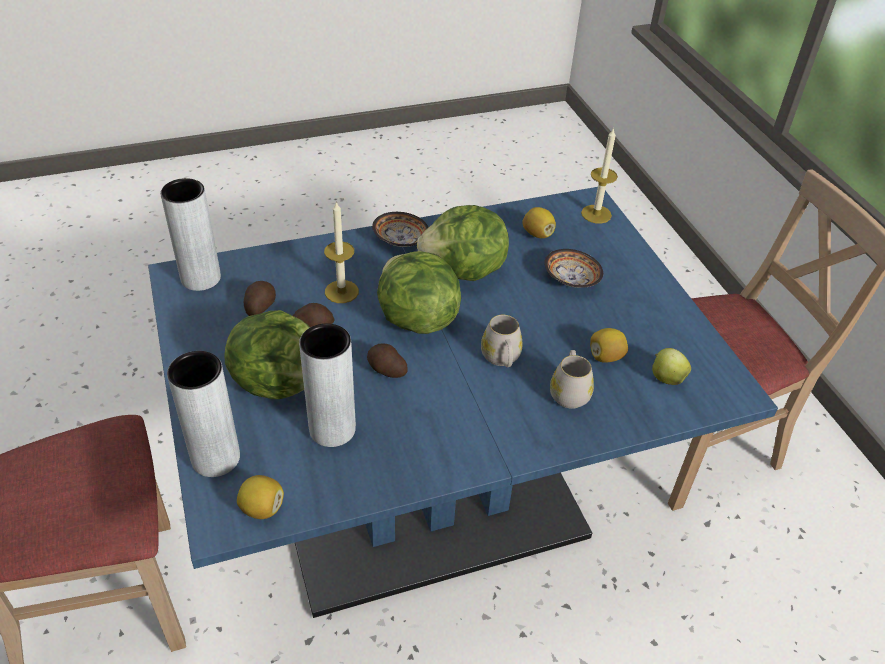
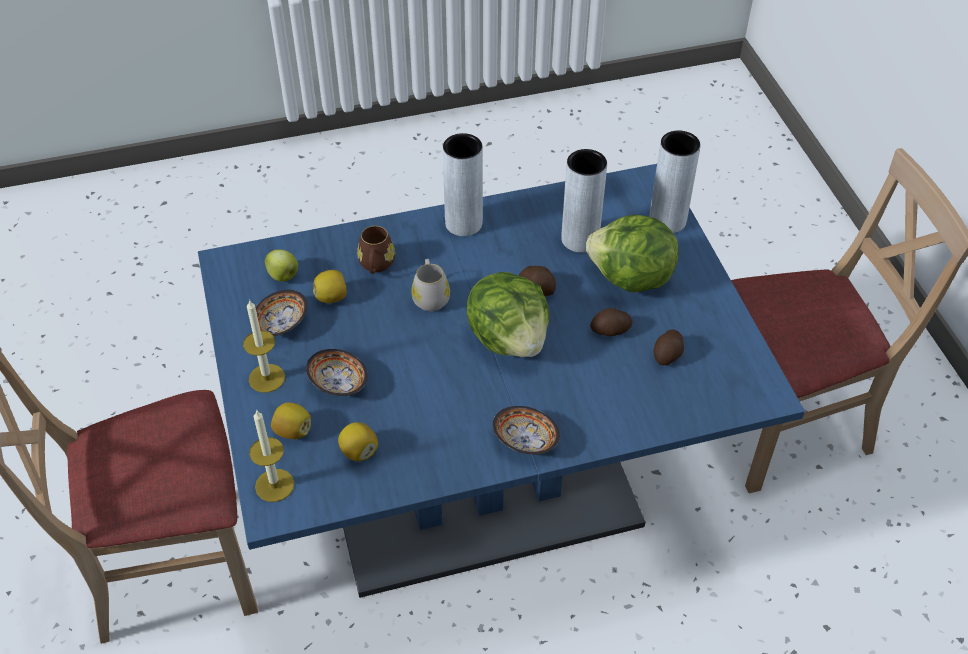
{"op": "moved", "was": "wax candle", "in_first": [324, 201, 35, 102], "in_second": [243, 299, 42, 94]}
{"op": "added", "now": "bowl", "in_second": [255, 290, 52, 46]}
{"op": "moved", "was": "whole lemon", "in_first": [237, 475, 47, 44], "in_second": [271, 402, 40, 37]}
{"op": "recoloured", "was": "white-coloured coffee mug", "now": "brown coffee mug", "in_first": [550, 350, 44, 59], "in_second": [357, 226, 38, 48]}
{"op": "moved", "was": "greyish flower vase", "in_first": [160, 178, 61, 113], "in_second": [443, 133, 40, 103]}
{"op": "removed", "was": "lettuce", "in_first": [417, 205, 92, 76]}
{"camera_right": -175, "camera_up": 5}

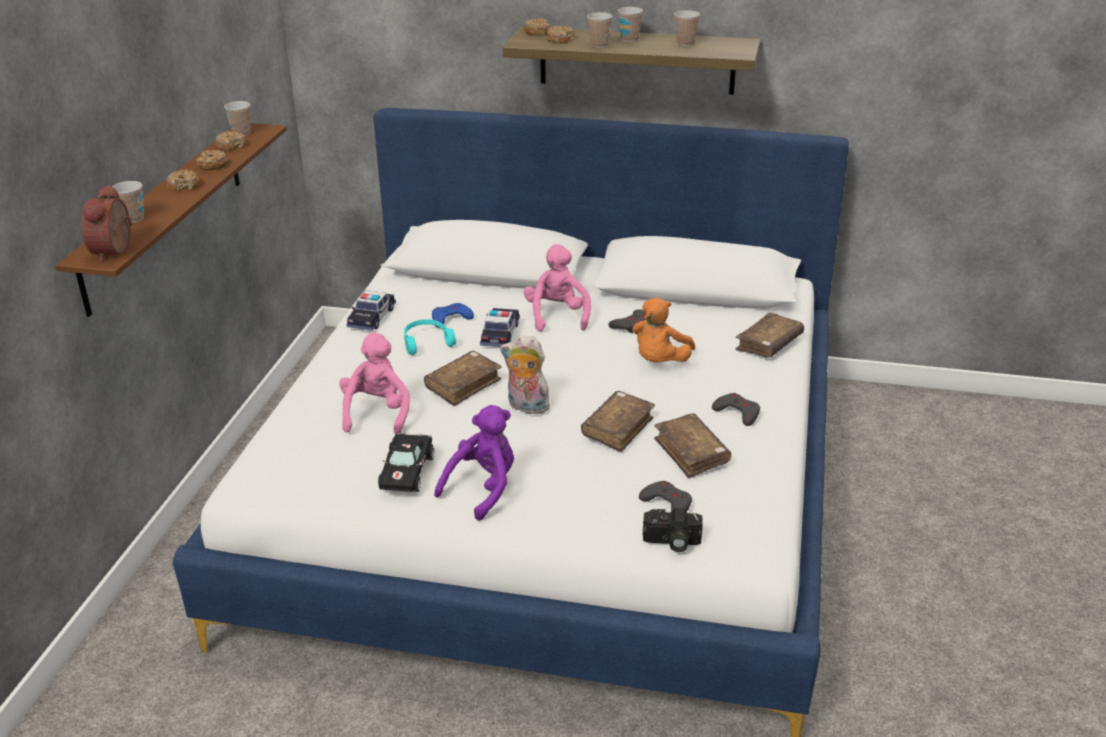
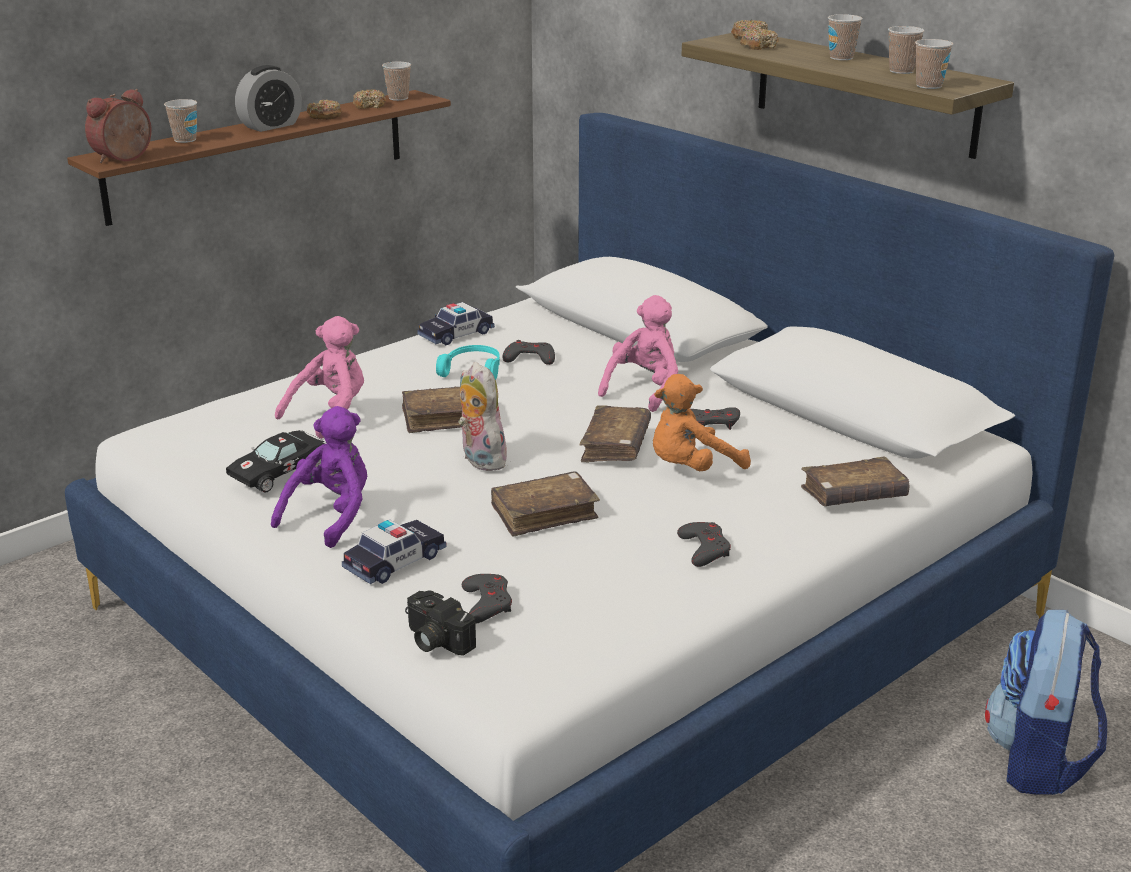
{"op": "replaced", "was": "ring doughnut", "now": "alarm clock", "in_first": [167, 170, 32, 22], "in_second": [235, 65, 67, 67]}
{"op": "turned", "was": "purplish cuddly toy", "in_first": [434, 405, 80, 116], "in_second": [271, 406, 96, 142], "clockwise": -45}
{"op": "moved", "was": "toy car", "in_first": [480, 308, 40, 39], "in_second": [342, 520, 105, 64]}
{"op": "recoloured", "was": "bluish gamepad", "now": "greyish gamepad", "in_first": [432, 303, 42, 25], "in_second": [503, 340, 52, 25]}
{"op": "moved", "was": "brown bound book", "in_first": [654, 413, 77, 65], "in_second": [580, 405, 71, 57]}
{"op": "moved", "was": "cup", "in_first": [587, 12, 26, 36], "in_second": [915, 39, 38, 50]}
{"op": "added", "now": "rucksack", "in_second": [985, 610, 122, 185]}
{"camera_right": 35, "camera_up": -5}

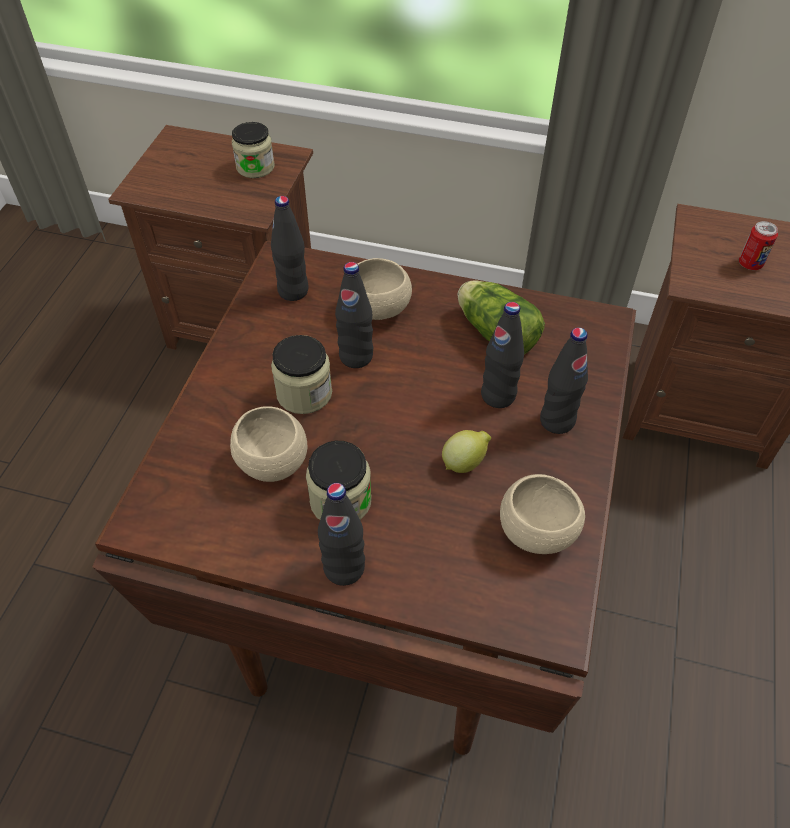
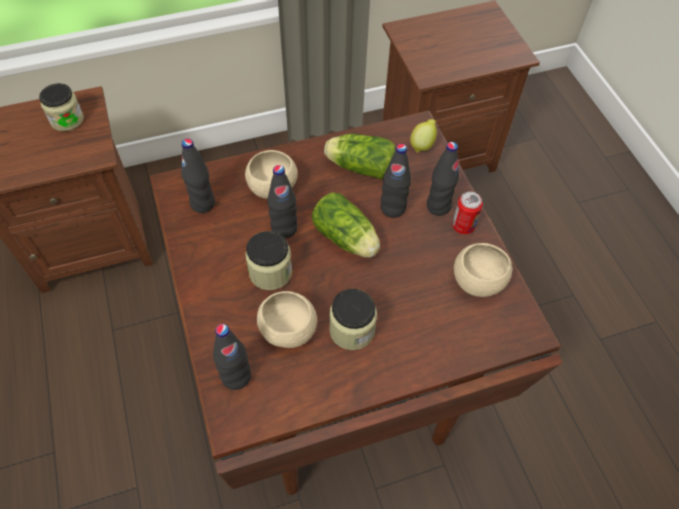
{"op": "moved", "was": "black bottle", "in_first": [318, 483, 47, 103], "in_second": [213, 324, 38, 66]}
{"op": "added", "now": "lettuce", "in_second": [312, 192, 68, 66]}
{"op": "moved", "was": "whole lemon", "in_first": [442, 430, 49, 43], "in_second": [410, 119, 27, 34]}
{"op": "moved", "was": "sealed can", "in_first": [739, 221, 39, 49], "in_second": [452, 192, 31, 42]}
{"camera_right": -35, "camera_up": 5}

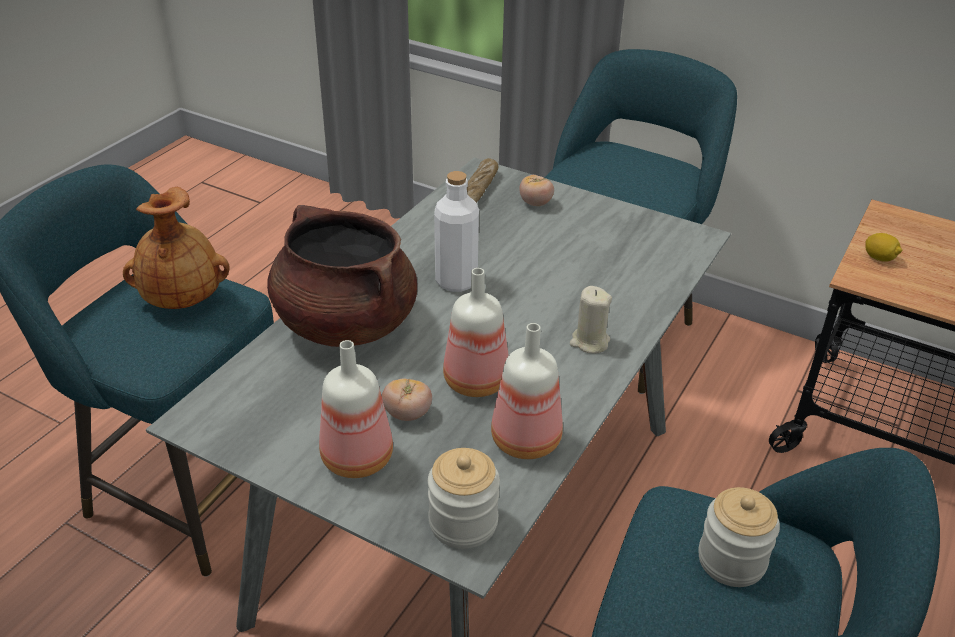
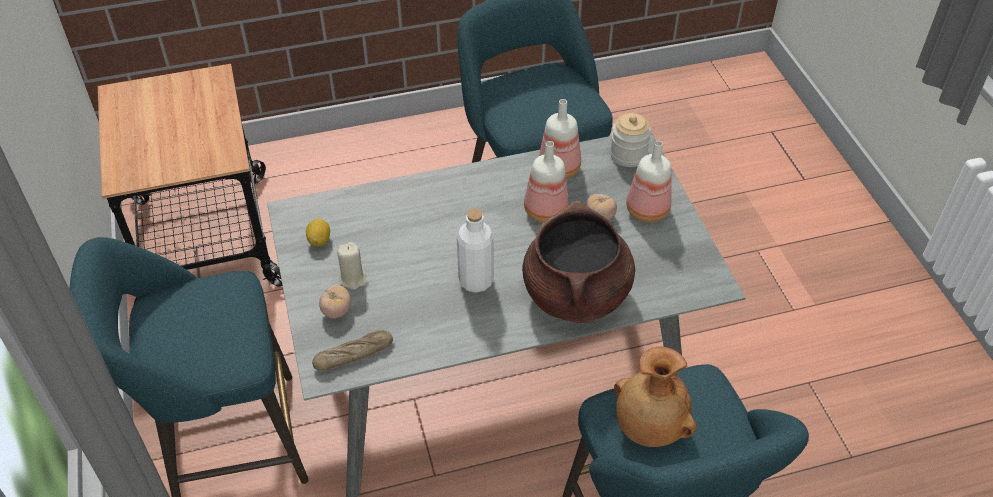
{"op": "moved", "was": "whole lemon", "in_first": [865, 233, 37, 29], "in_second": [306, 218, 24, 28]}
{"op": "moved", "was": "sand-coloured wax candle", "in_first": [570, 286, 42, 68], "in_second": [337, 242, 30, 48]}
{"op": "removed", "was": "jar", "in_first": [698, 487, 82, 100]}
{"camera_right": -135, "camera_up": 10}

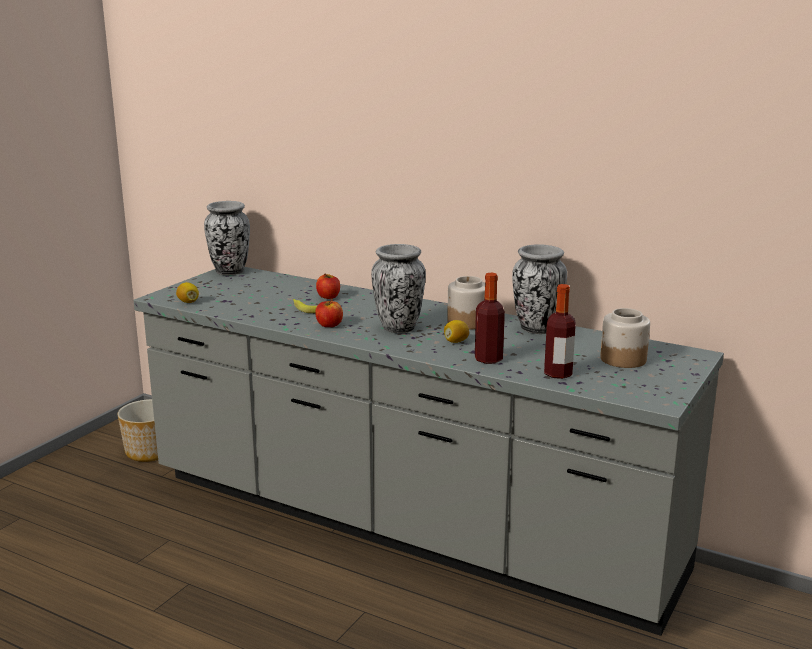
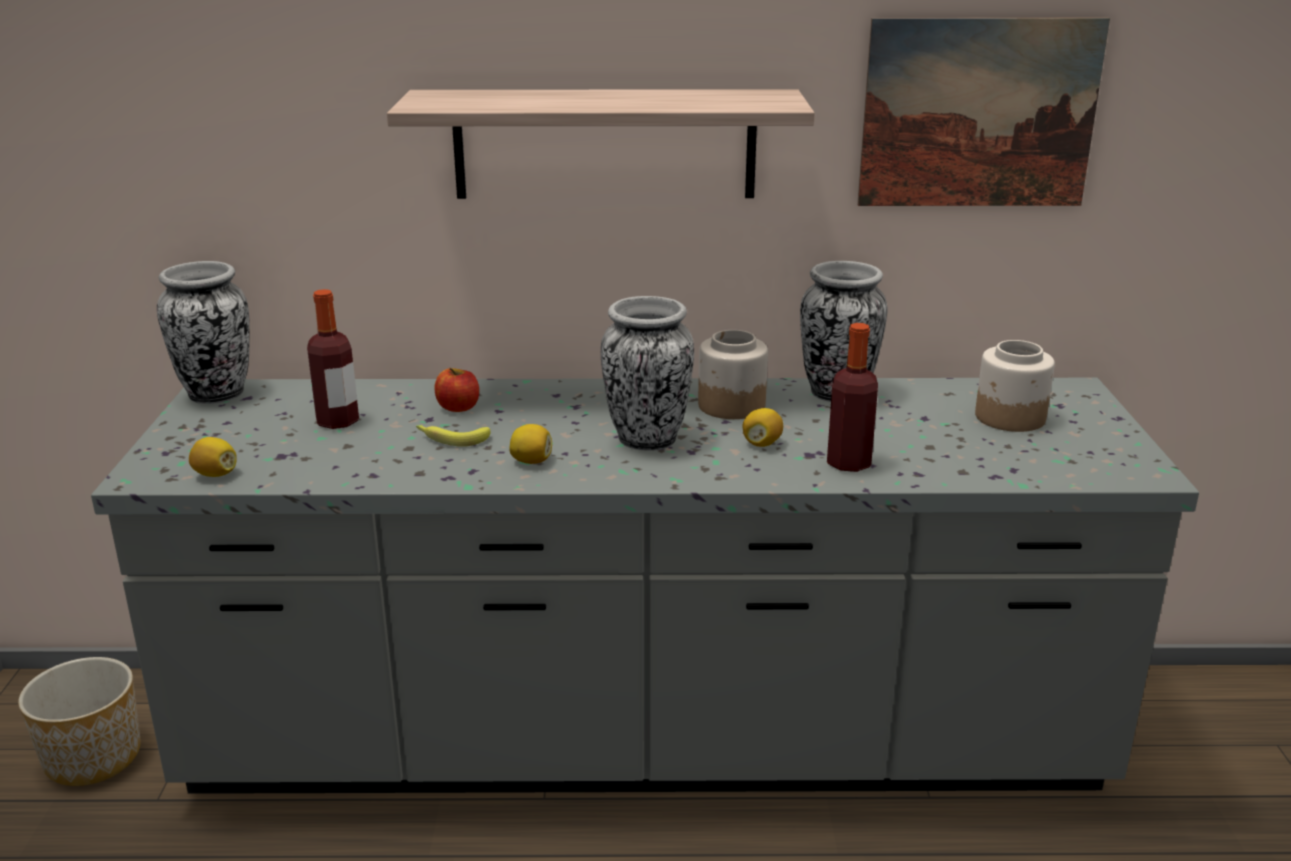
{"op": "moved", "was": "bottle", "in_first": [544, 284, 32, 95], "in_second": [307, 289, 52, 140]}
{"op": "added", "now": "shelf", "in_second": [387, 89, 428, 110]}
{"op": "replaced", "was": "apple fruit", "now": "whole lemon", "in_first": [315, 299, 28, 28], "in_second": [510, 424, 42, 40]}
{"op": "added", "now": "wall art", "in_second": [857, 18, 253, 188]}
{"camera_right": -30, "camera_up": 5}

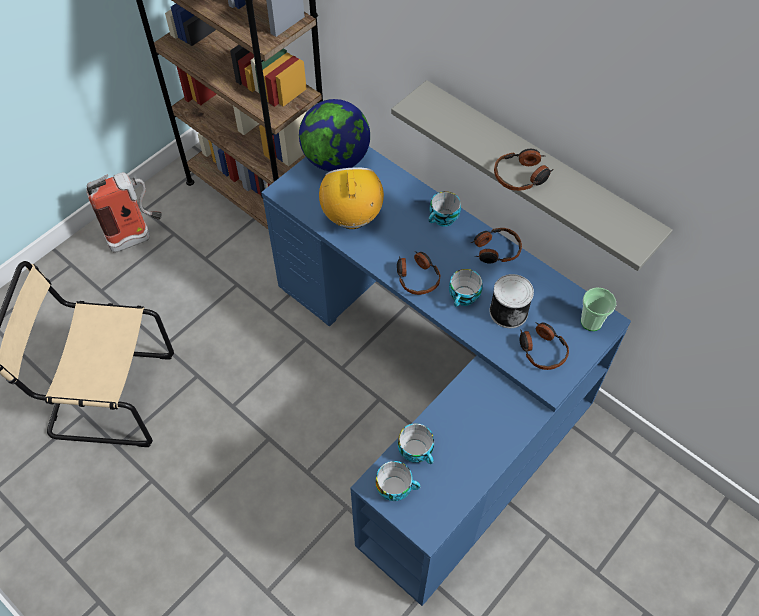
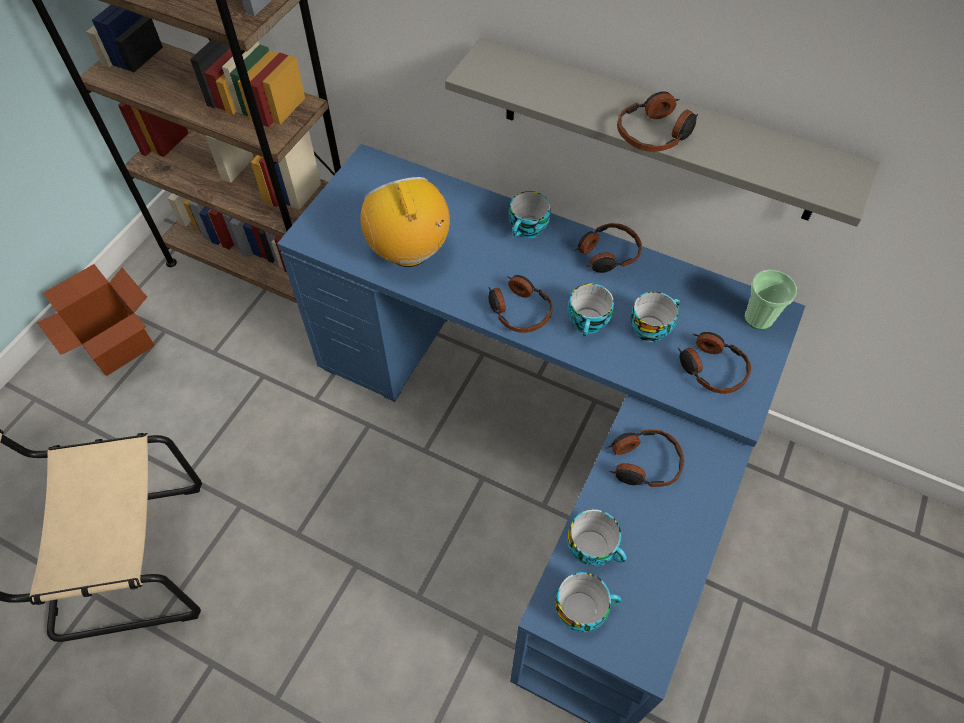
{"op": "replaced", "was": "fire extinguisher", "now": "cardboard box", "in_first": [86, 172, 76, 81], "in_second": [37, 264, 117, 112]}
{"op": "added", "now": "headphones", "in_second": [606, 430, 78, 57]}
{"op": "replaced", "was": "sealed can", "now": "cup", "in_first": [489, 274, 45, 54], "in_second": [630, 291, 50, 51]}
{"op": "removed", "was": "globe", "in_first": [299, 99, 71, 72]}
{"camera_right": -15, "camera_up": 0}

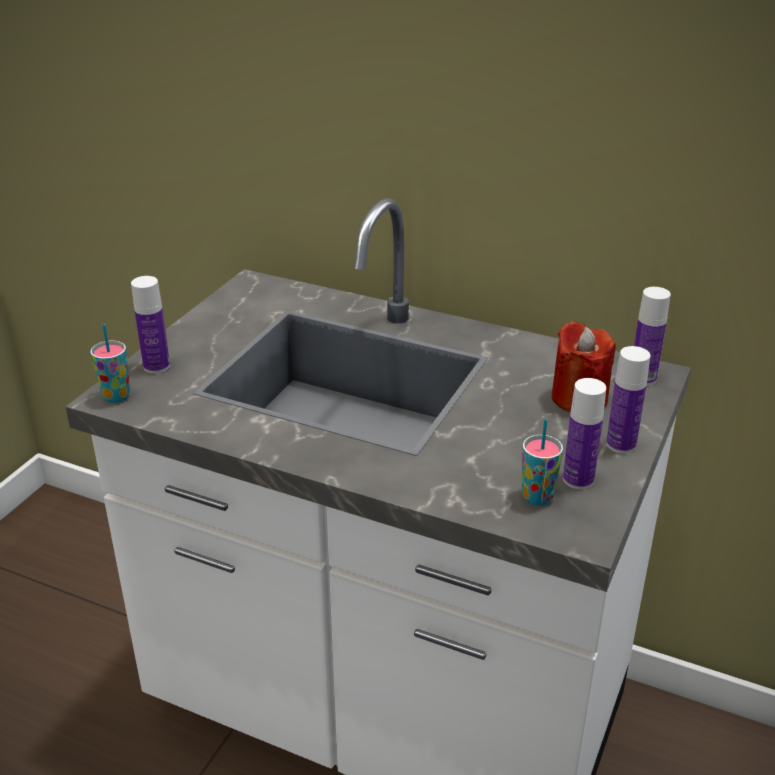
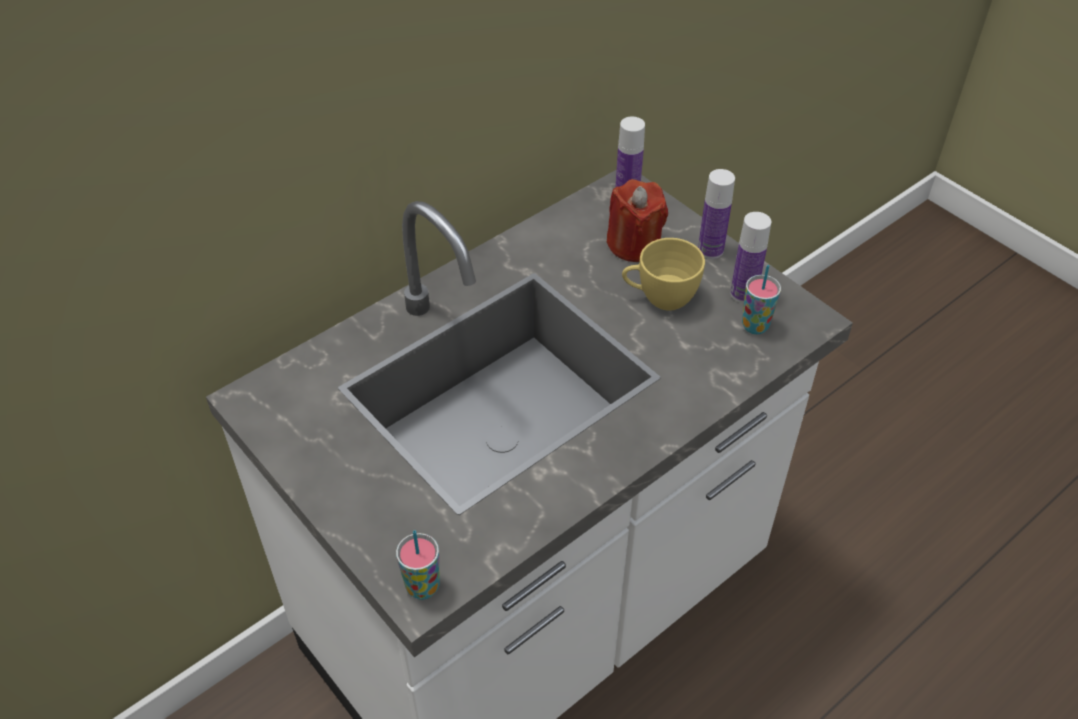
{"op": "added", "now": "yellow-coloured cup", "in_second": [622, 238, 83, 73]}
{"op": "removed", "was": "bottle", "in_first": [131, 276, 39, 98]}
{"camera_right": -65, "camera_up": 15}

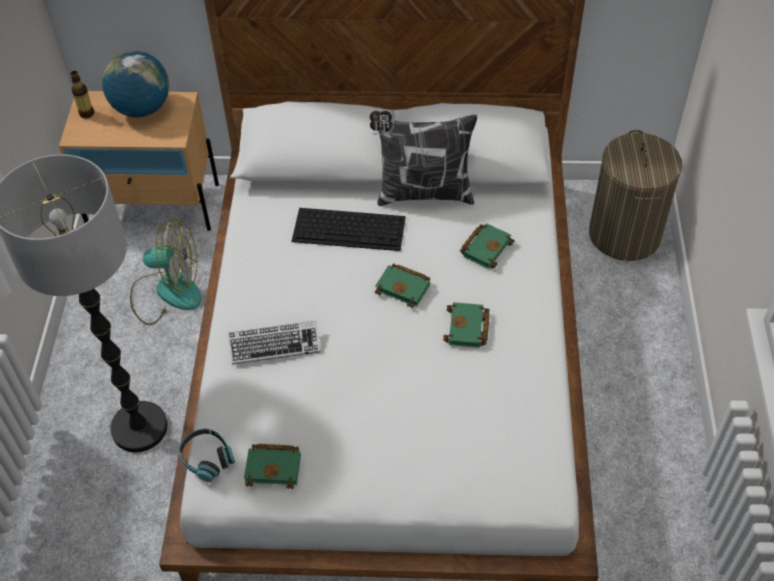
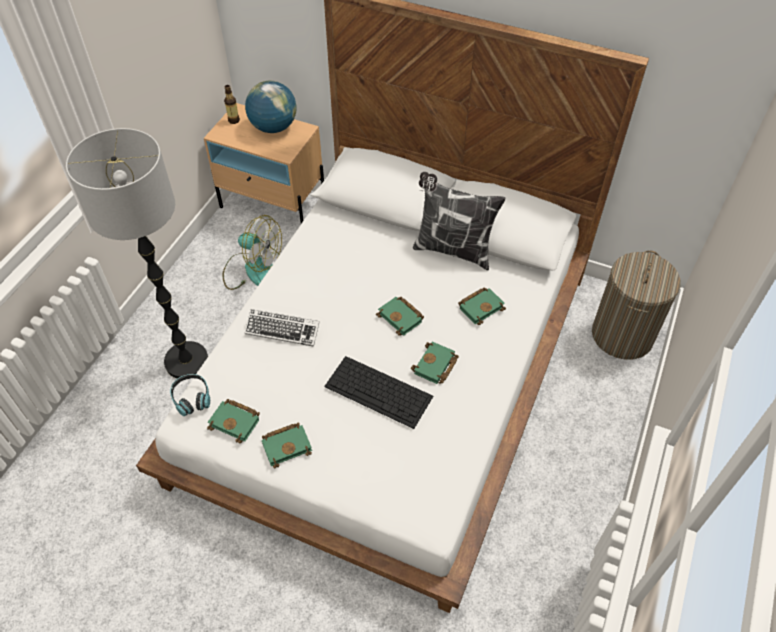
{"op": "added", "now": "green bound book", "in_second": [262, 423, 50, 45]}
{"op": "moved", "was": "computer keyboard", "in_first": [292, 208, 114, 43], "in_second": [324, 356, 109, 73]}
{"camera_right": 20, "camera_up": 0}

